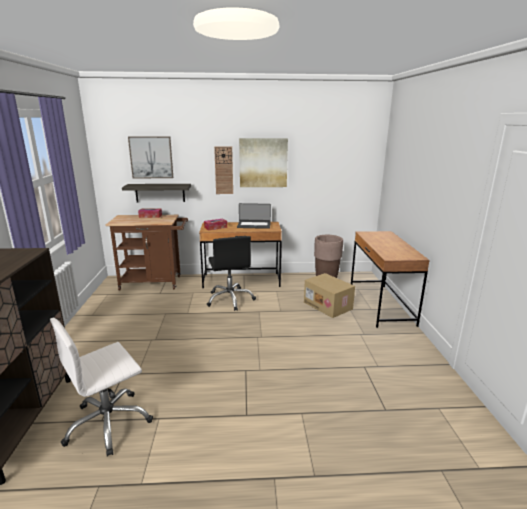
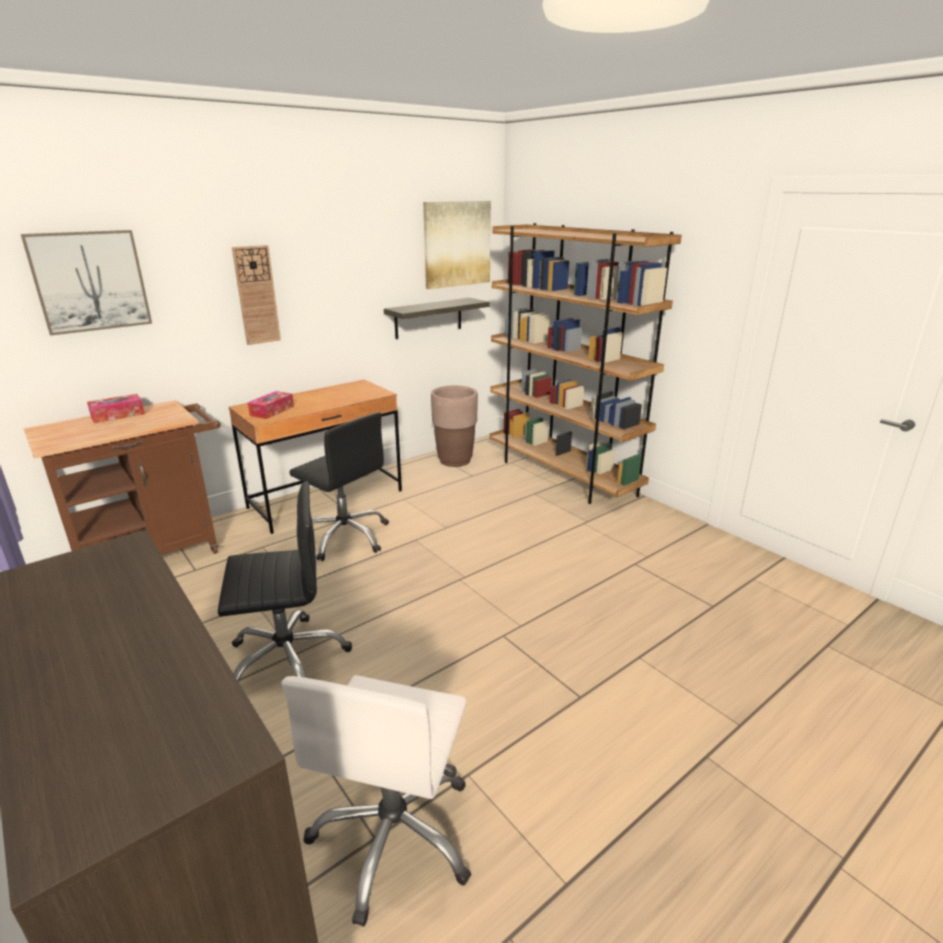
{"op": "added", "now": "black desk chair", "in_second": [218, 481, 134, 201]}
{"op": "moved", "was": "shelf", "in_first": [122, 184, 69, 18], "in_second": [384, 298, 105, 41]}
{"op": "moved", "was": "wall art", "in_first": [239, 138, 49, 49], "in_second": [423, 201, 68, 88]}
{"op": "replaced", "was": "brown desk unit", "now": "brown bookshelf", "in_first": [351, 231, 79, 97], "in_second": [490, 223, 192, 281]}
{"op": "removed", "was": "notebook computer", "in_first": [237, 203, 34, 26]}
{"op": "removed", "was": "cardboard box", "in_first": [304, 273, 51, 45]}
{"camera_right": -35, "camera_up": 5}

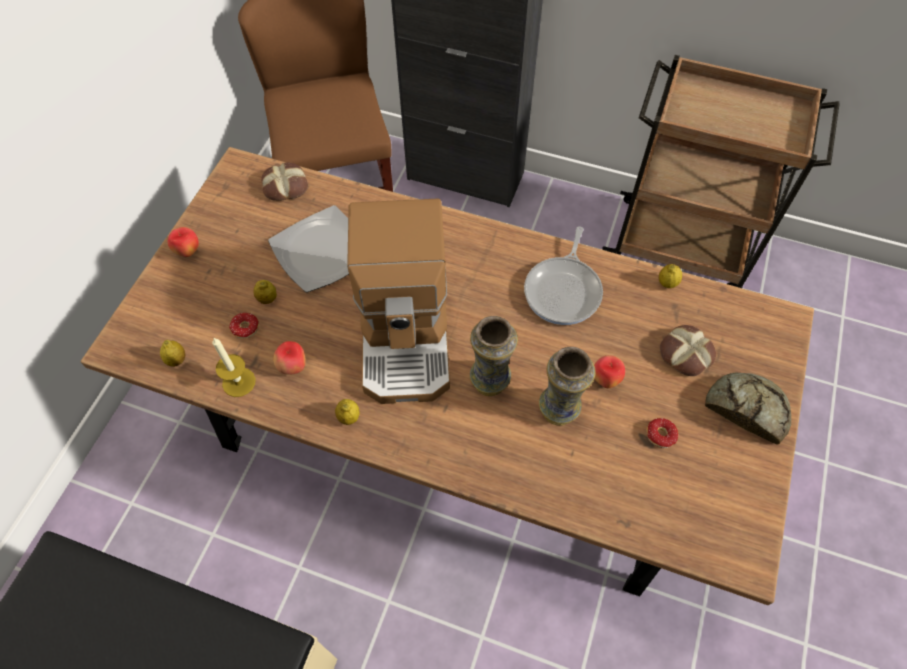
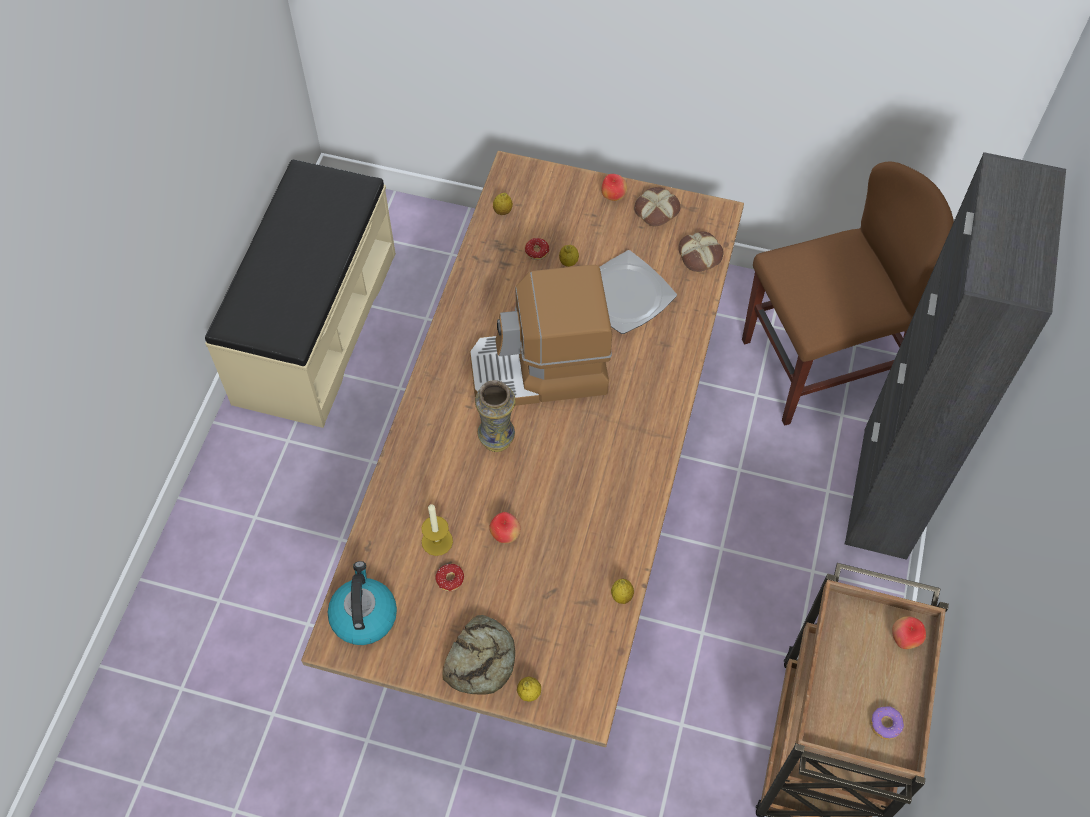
{"op": "added", "now": "tea kettle", "in_second": [328, 561, 69, 84]}
{"op": "moved", "was": "wax candle", "in_first": [212, 337, 44, 60], "in_second": [421, 504, 32, 52]}
{"op": "moved", "was": "whole lemon", "in_first": [335, 399, 25, 26], "in_second": [517, 676, 24, 26]}
{"op": "moved", "was": "bakery bread", "in_first": [660, 325, 56, 51], "in_second": [634, 187, 46, 39]}
{"op": "added", "now": "ring doughnut", "in_second": [870, 706, 34, 34]}
{"op": "moved", "was": "apple fruit", "in_first": [273, 341, 33, 34], "in_second": [892, 616, 34, 33]}
{"op": "removed", "was": "skillet", "in_first": [524, 226, 79, 99]}
{"op": "removed", "was": "flower vase", "in_first": [539, 347, 57, 79]}
{"camera_right": 85, "camera_up": 0}

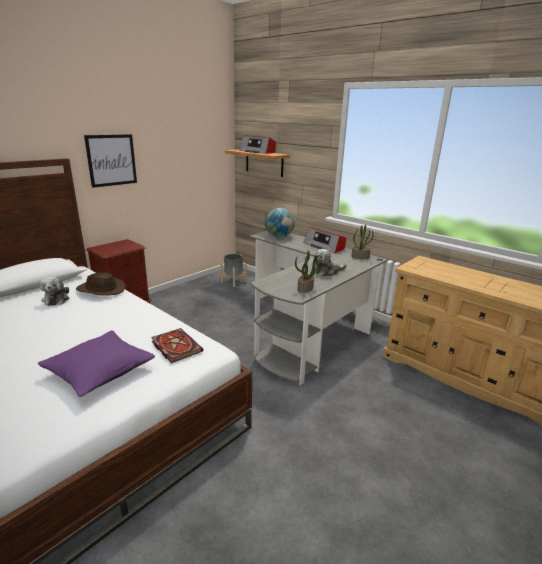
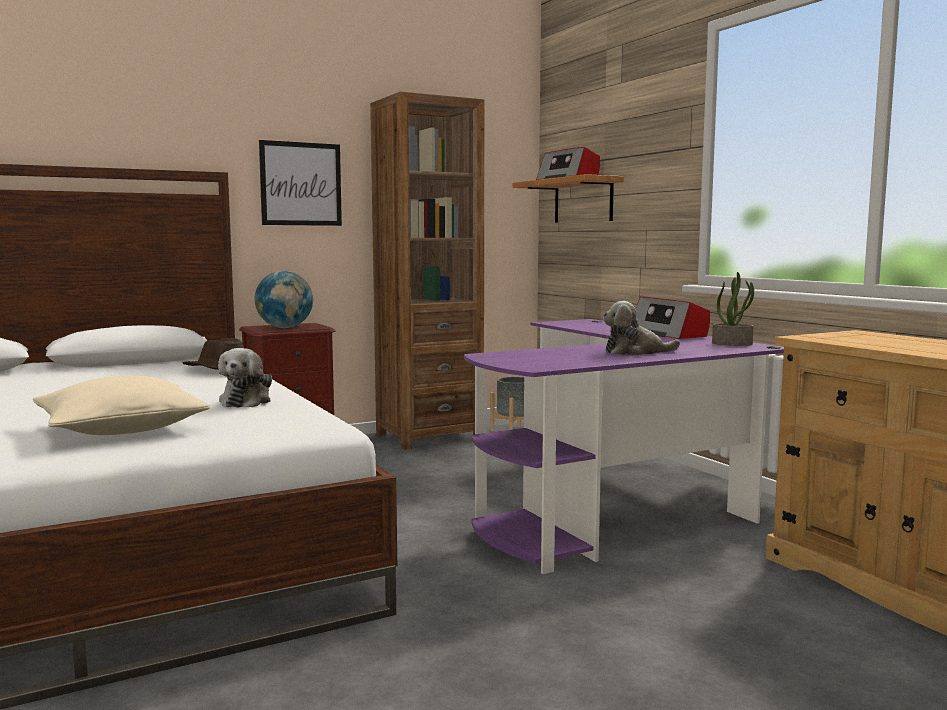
{"op": "recoloured", "was": "purplish pillow", "now": "sand-coloured pillow", "in_first": [38, 330, 117, 67], "in_second": [33, 376, 177, 59]}
{"op": "moved", "was": "cuddly toy", "in_first": [40, 277, 29, 29], "in_second": [218, 348, 54, 60]}
{"op": "moved", "was": "globe", "in_first": [265, 208, 30, 30], "in_second": [255, 271, 58, 57]}
{"op": "added", "now": "brown bookshelf", "in_second": [370, 91, 115, 359]}
{"op": "recoloured", "was": "greyish desk unit", "now": "purplish desk unit", "in_first": [249, 231, 139, 154], "in_second": [464, 319, 320, 255]}
{"op": "removed", "was": "bound book", "in_first": [151, 328, 52, 35]}
{"op": "removed", "was": "houseplant", "in_first": [295, 250, 24, 43]}
{"camera_right": 20, "camera_up": -15}

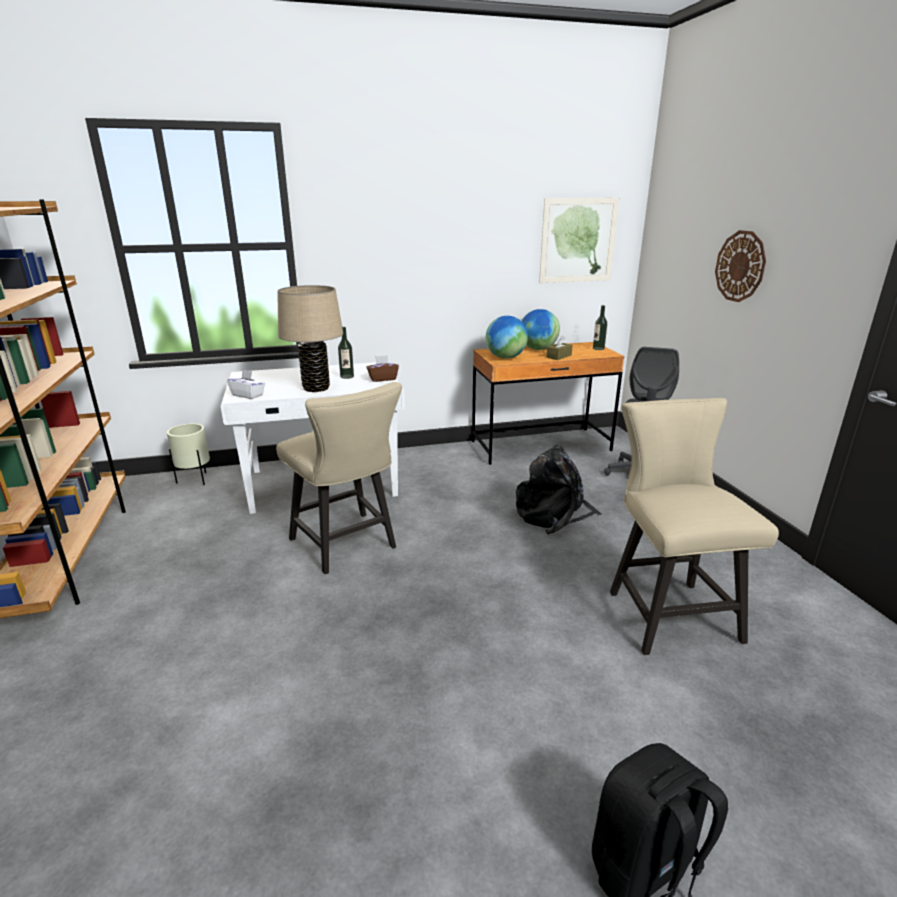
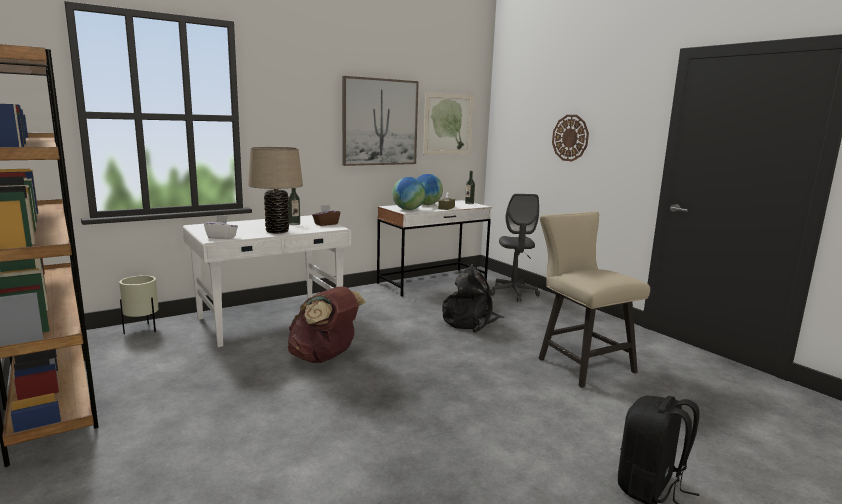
{"op": "replaced", "was": "sand-coloured upright chair", "now": "brown rucksack", "in_first": [276, 382, 126, 192], "in_second": [288, 286, 78, 77]}
{"op": "added", "now": "wall art", "in_second": [342, 76, 77, 90]}
{"op": "recoloured", "was": "brown desk unit", "now": "white-coloured desk unit", "in_first": [472, 342, 153, 123], "in_second": [377, 200, 114, 97]}
{"camera_right": -20, "camera_up": -10}

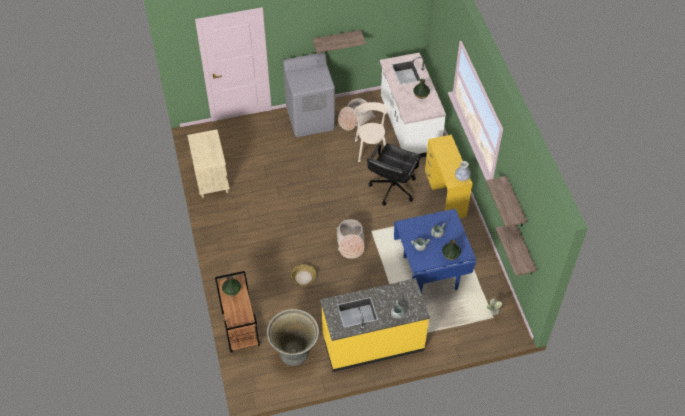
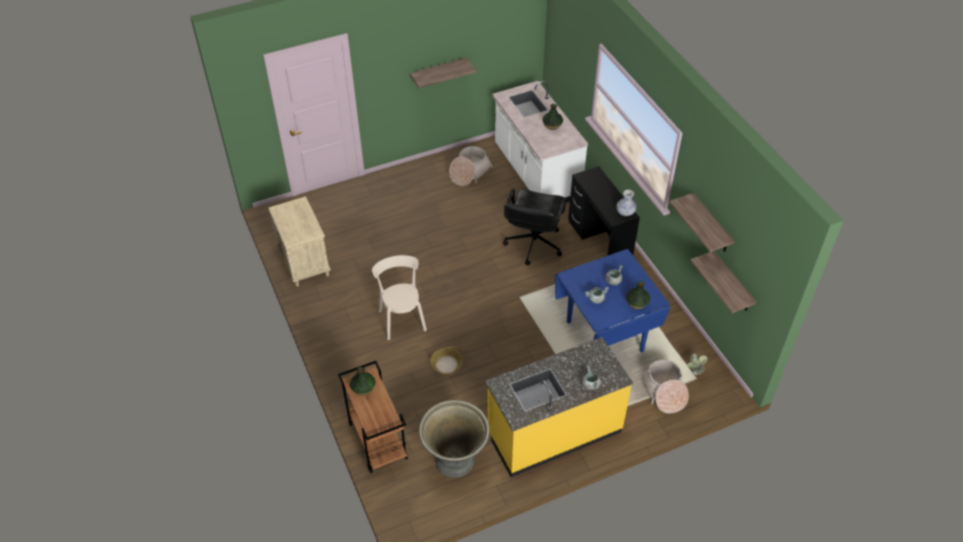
{"op": "moved", "was": "sand-coloured upright chair", "in_first": [354, 102, 34, 60], "in_second": [372, 255, 55, 85]}
{"op": "recoloured", "was": "yellow-coloured desk unit", "now": "black desk unit", "in_first": [425, 135, 48, 83], "in_second": [568, 166, 72, 90]}
{"op": "moved", "was": "basket", "in_first": [337, 219, 28, 40], "in_second": [639, 360, 50, 54]}
{"op": "removed", "was": "greyish laundry machine", "in_first": [283, 52, 52, 85]}
{"camera_right": -10, "camera_up": -5}

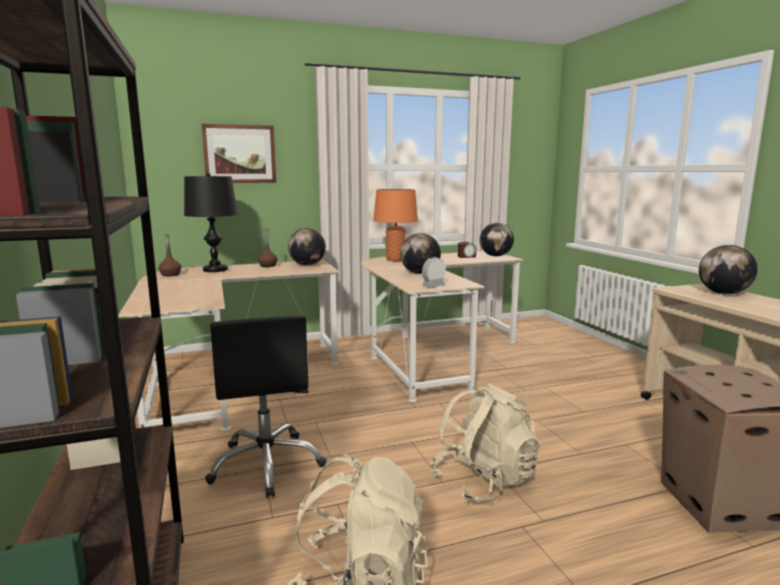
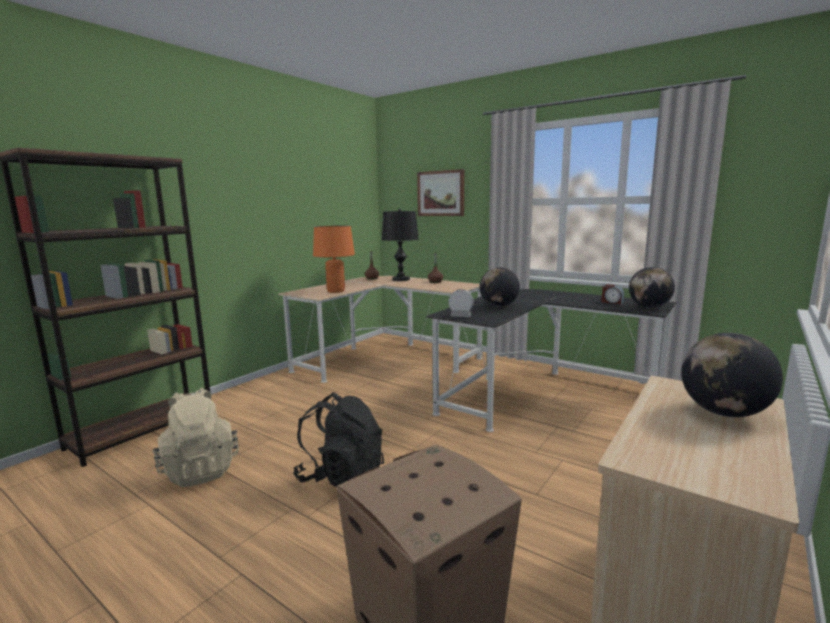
{"op": "recoloured", "was": "sand-coloured rucksack", "now": "black rucksack", "in_first": [431, 383, 109, 120], "in_second": [293, 392, 91, 95]}
{"op": "moved", "was": "orange-coloured table lamp", "in_first": [374, 189, 44, 72], "in_second": [313, 225, 42, 68]}
{"op": "recoloured", "was": "sand-coloured desk unit", "now": "black desk unit", "in_first": [361, 251, 162, 151], "in_second": [426, 289, 251, 143]}
{"op": "removed", "was": "black desk chair", "in_first": [205, 316, 121, 182]}
{"op": "removed", "was": "globe", "in_first": [288, 228, 38, 37]}
{"camera_right": 55, "camera_up": 0}

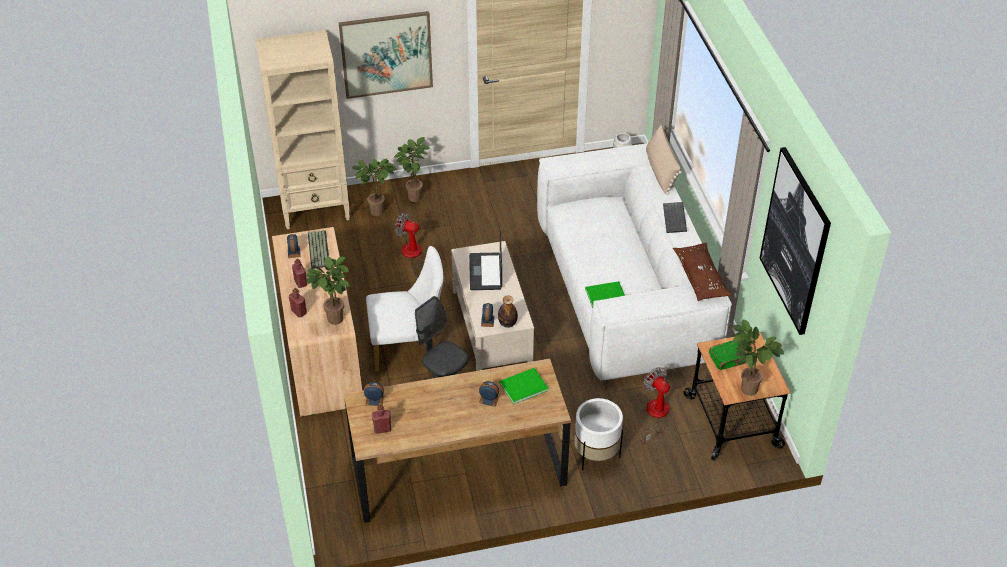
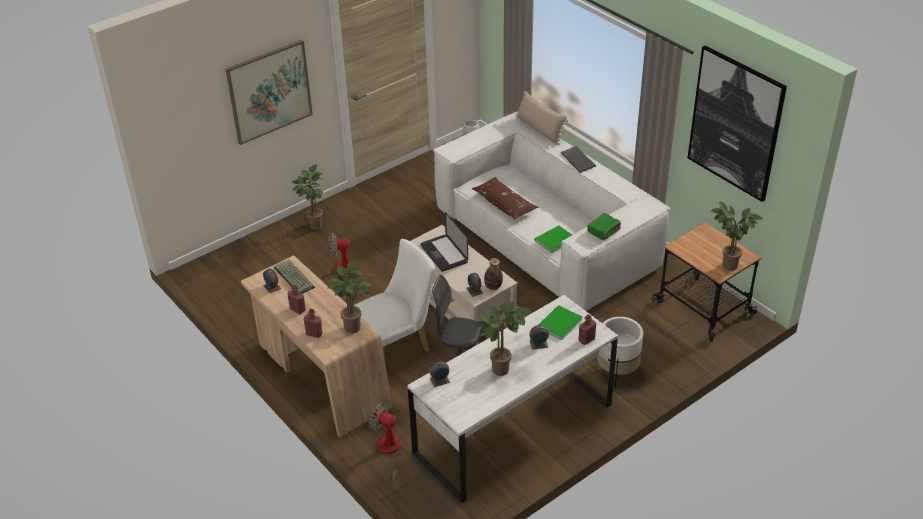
{"op": "moved", "was": "electric fan", "in_first": [640, 367, 30, 77], "in_second": [369, 402, 35, 81]}
{"op": "recoloured", "was": "brown desk unit", "now": "white-coloured desk unit", "in_first": [344, 359, 227, 164], "in_second": [407, 295, 211, 208]}
{"op": "moved", "was": "brown pillow", "in_first": [673, 243, 59, 58], "in_second": [471, 177, 67, 43]}
{"op": "moved", "was": "houseplant", "in_first": [352, 159, 45, 57], "in_second": [474, 301, 57, 75]}
{"op": "moved", "was": "red-coloured bottle", "in_first": [372, 405, 19, 29], "in_second": [578, 314, 18, 31]}
{"op": "moved", "was": "green bound book", "in_first": [709, 340, 37, 30], "in_second": [587, 213, 34, 27]}
{"op": "removed", "was": "sand-coloured bookshelf", "in_first": [256, 30, 94, 199]}
{"camera_right": -25, "camera_up": -5}

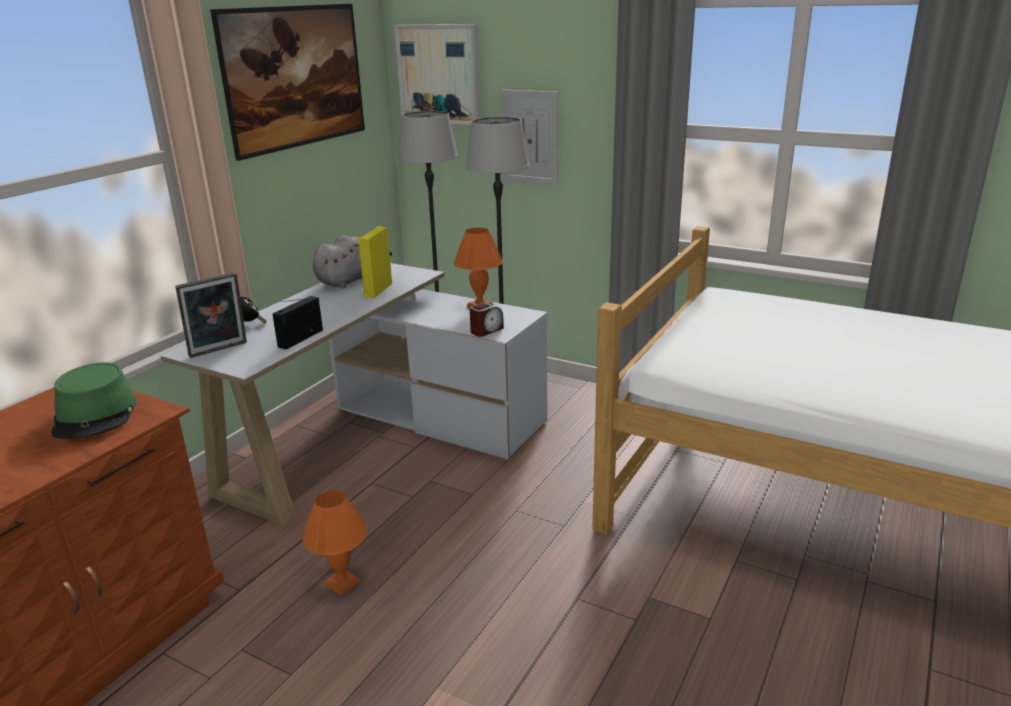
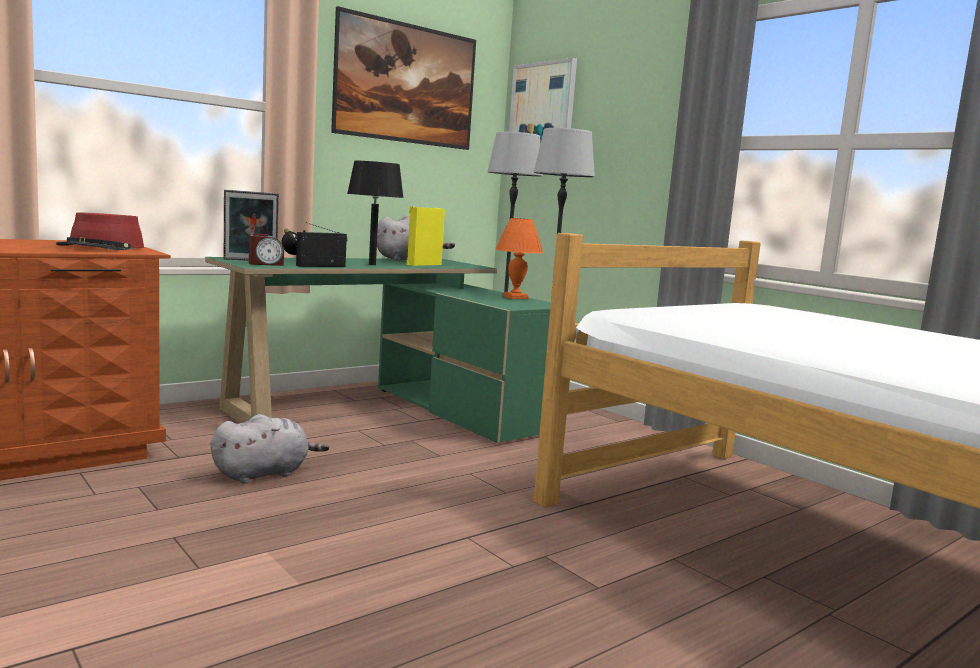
{"op": "recoloured", "was": "green wearable hat", "now": "red-coloured wearable hat", "in_first": [51, 362, 86, 77], "in_second": [56, 212, 88, 38]}
{"op": "recoloured", "was": "white-coloured desk unit", "now": "green desk unit", "in_first": [161, 263, 386, 264], "in_second": [205, 257, 346, 186]}
{"op": "replaced", "was": "orange-coloured table lamp", "now": "greyish cuddly toy", "in_first": [303, 490, 65, 105], "in_second": [211, 414, 118, 70]}
{"op": "moved", "was": "alarm clock", "in_first": [470, 302, 34, 35], "in_second": [249, 233, 35, 33]}
{"op": "added", "now": "black table lamp", "in_second": [347, 161, 57, 104]}
{"op": "removed", "was": "wall art", "in_first": [501, 90, 57, 96]}
{"camera_right": 20, "camera_up": -15}

